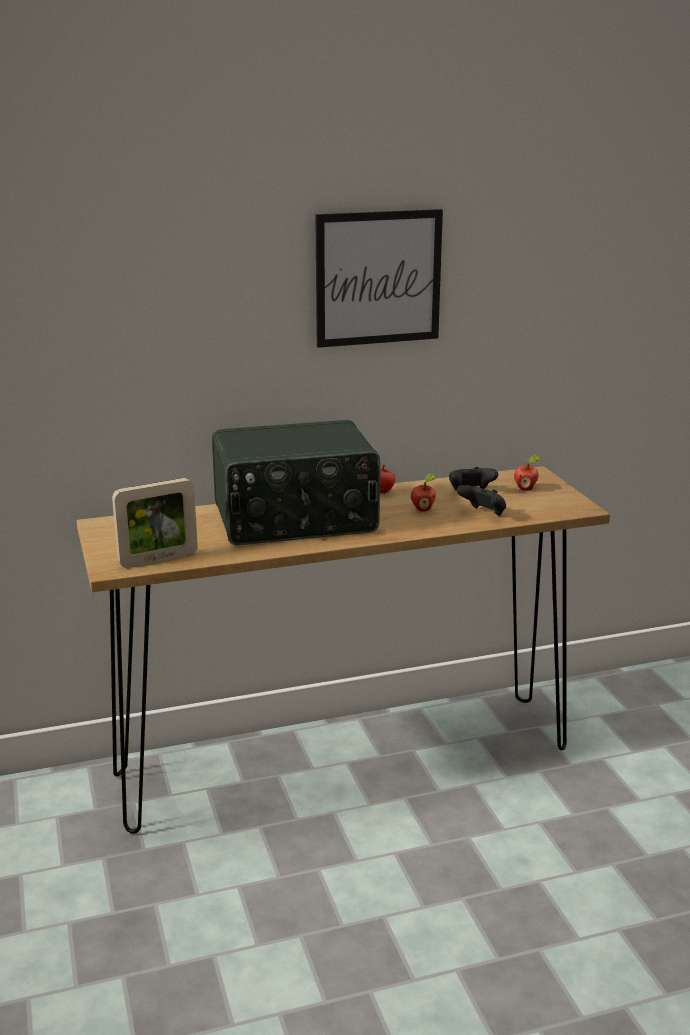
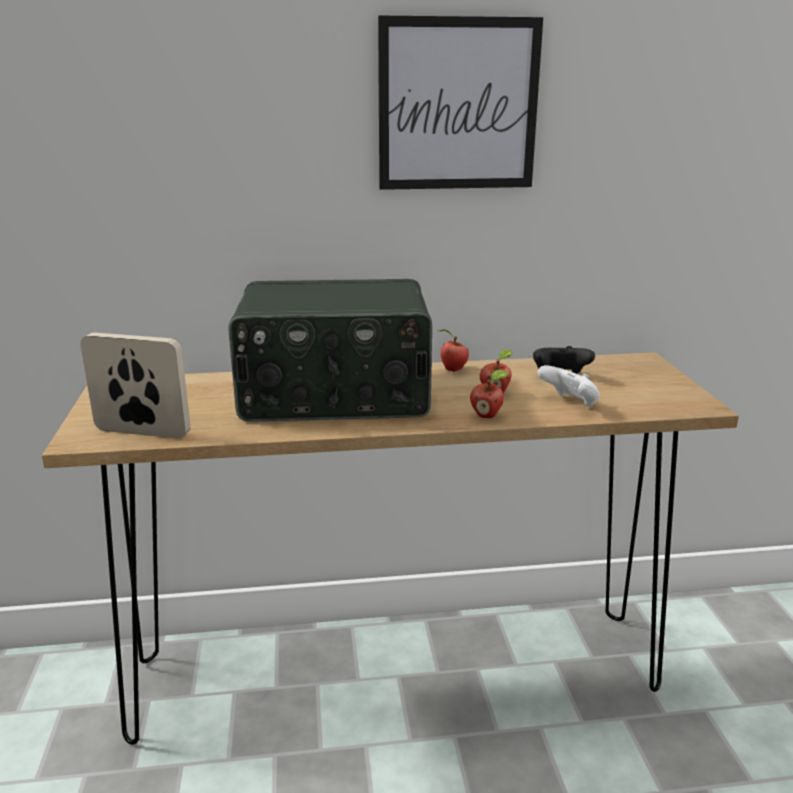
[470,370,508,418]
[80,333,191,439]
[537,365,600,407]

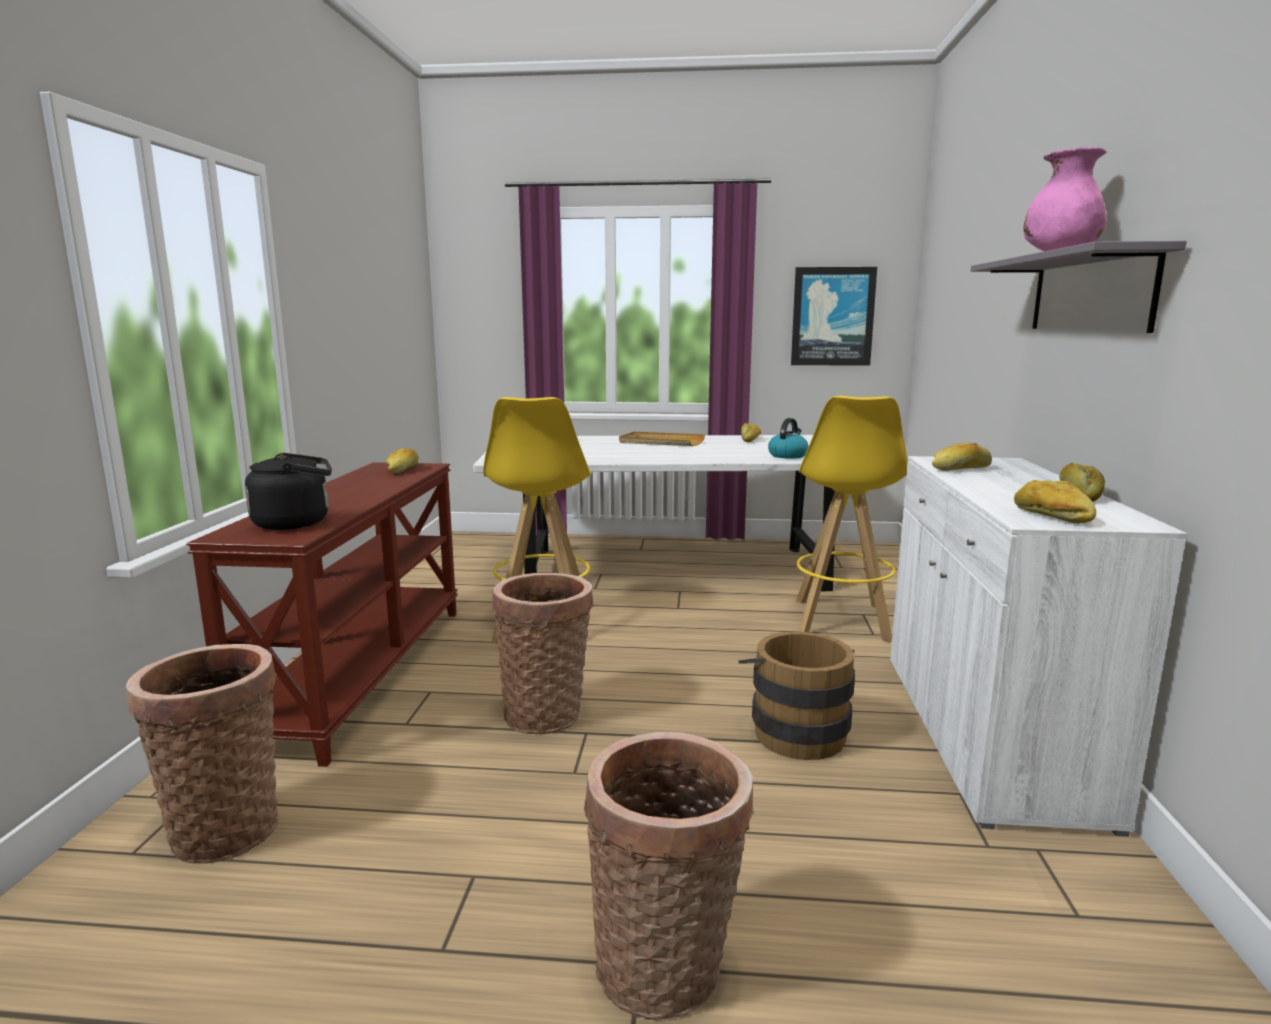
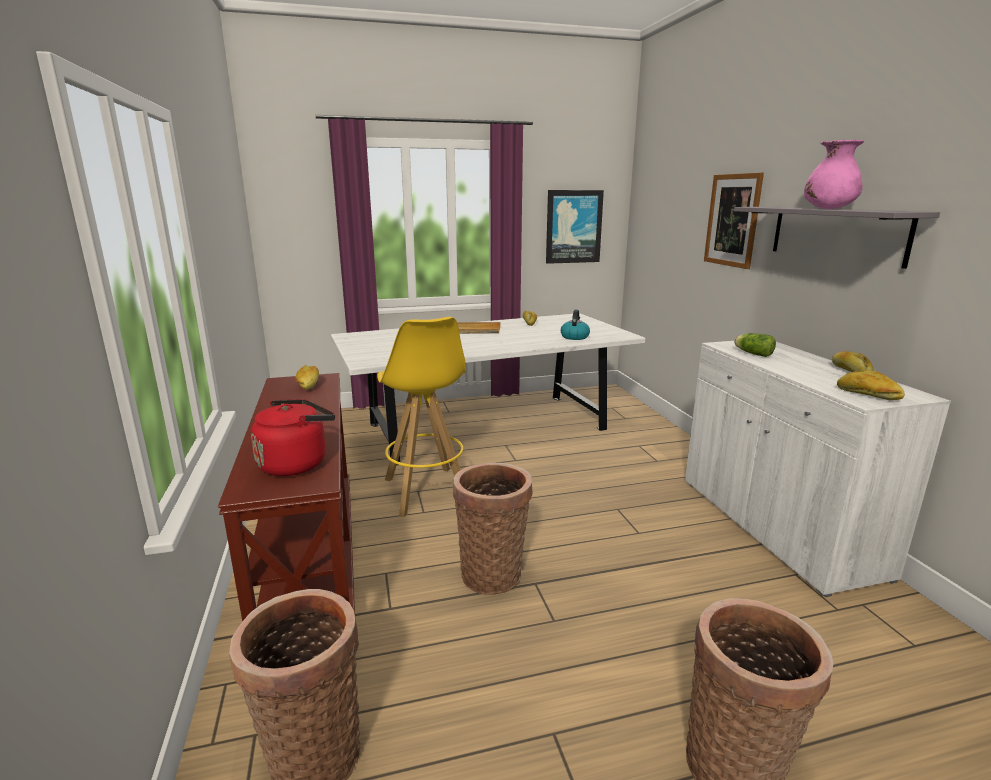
[796,396,907,643] (first image)
[734,333,776,357]
[251,399,335,476]
[739,632,855,760] (first image)
[704,173,764,269]

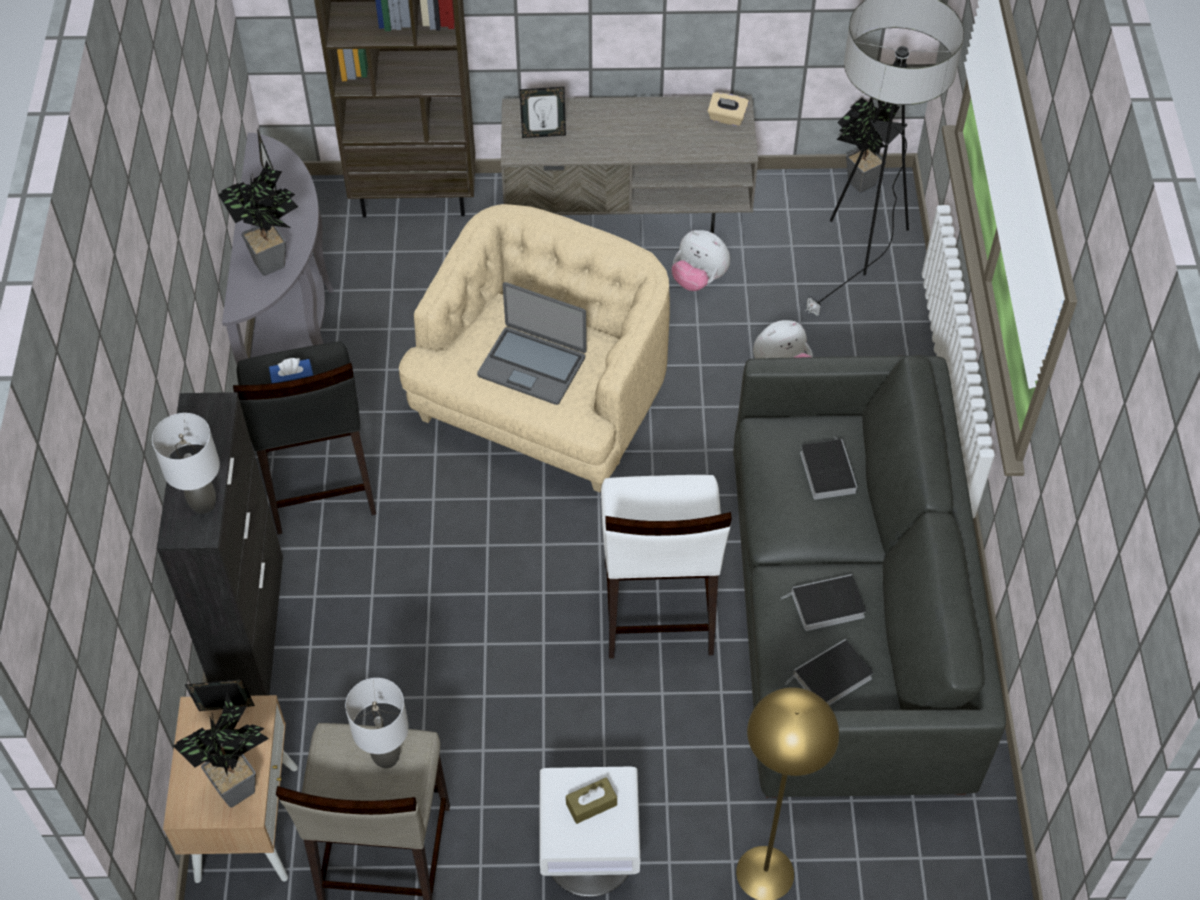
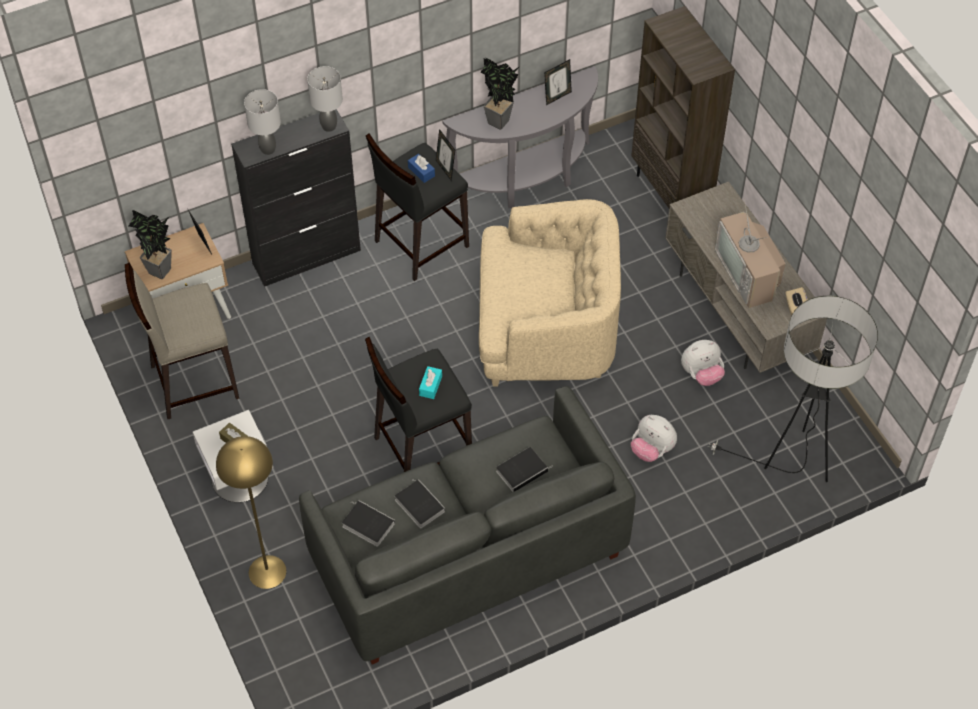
[436,129,455,181]
[836,98,900,193] (first image)
[681,340,725,386]
[477,282,587,405] (first image)
[365,337,472,472]
[307,66,343,132]
[715,198,786,308]
[419,366,442,399]

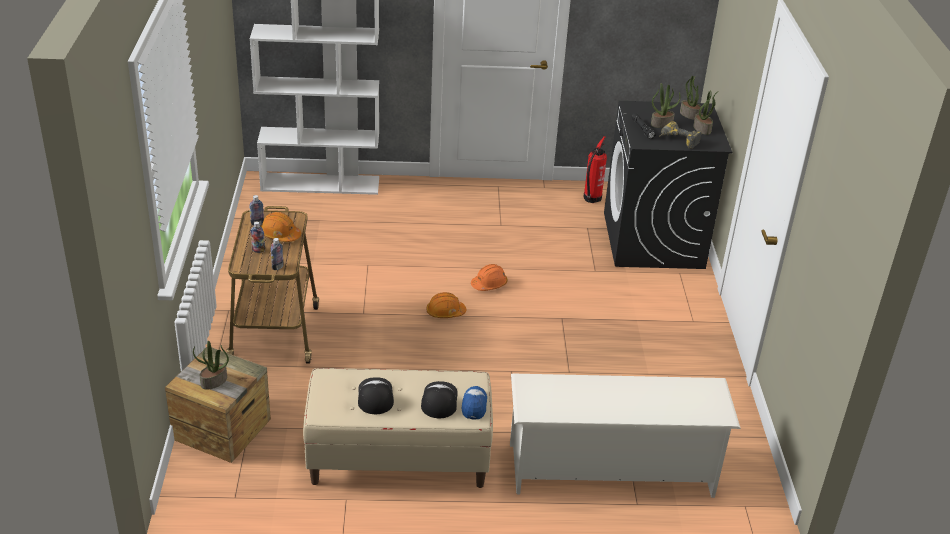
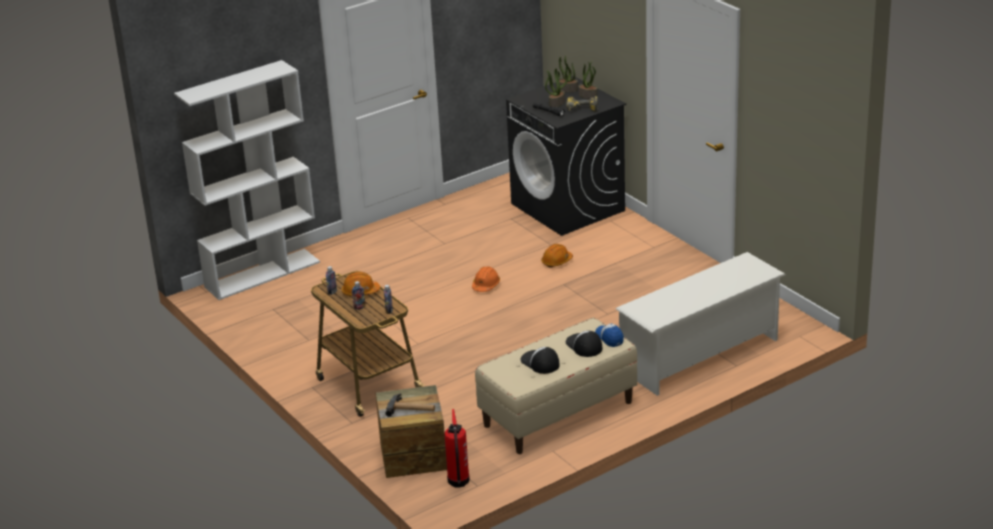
[444,409,470,488]
[541,244,573,268]
[386,393,435,417]

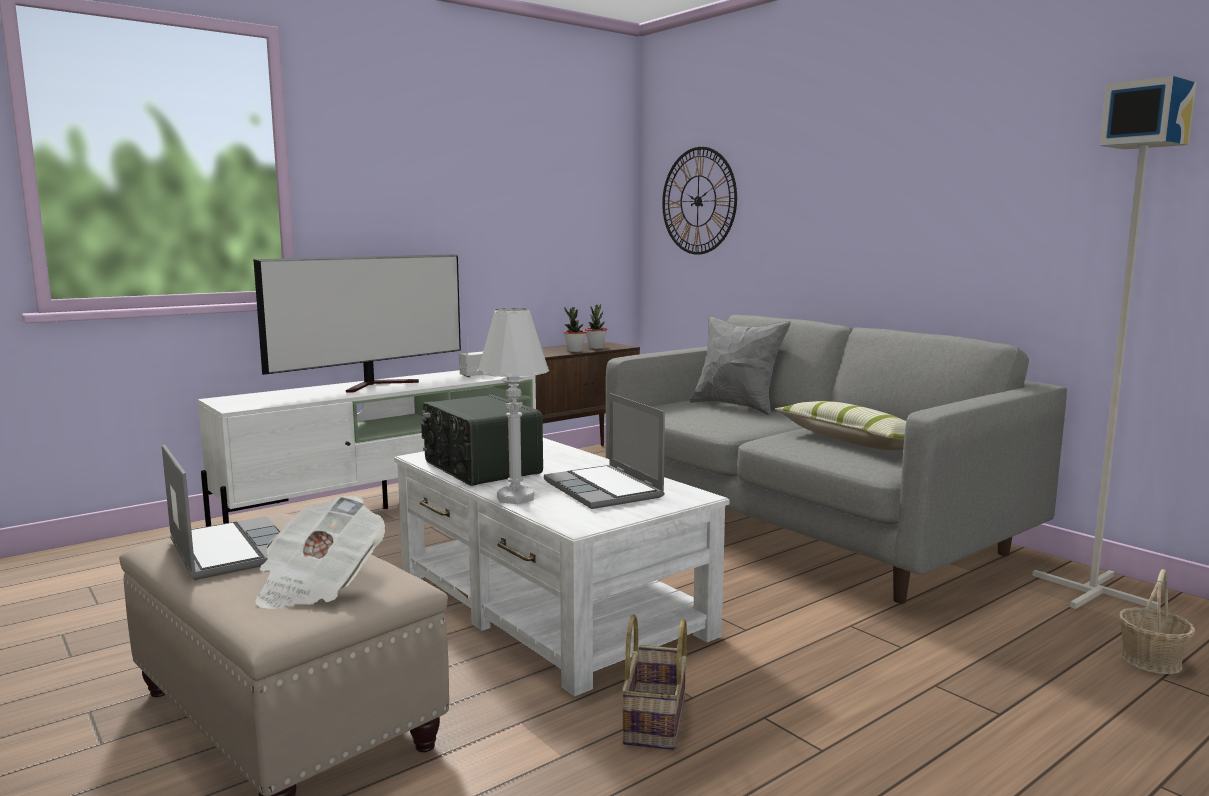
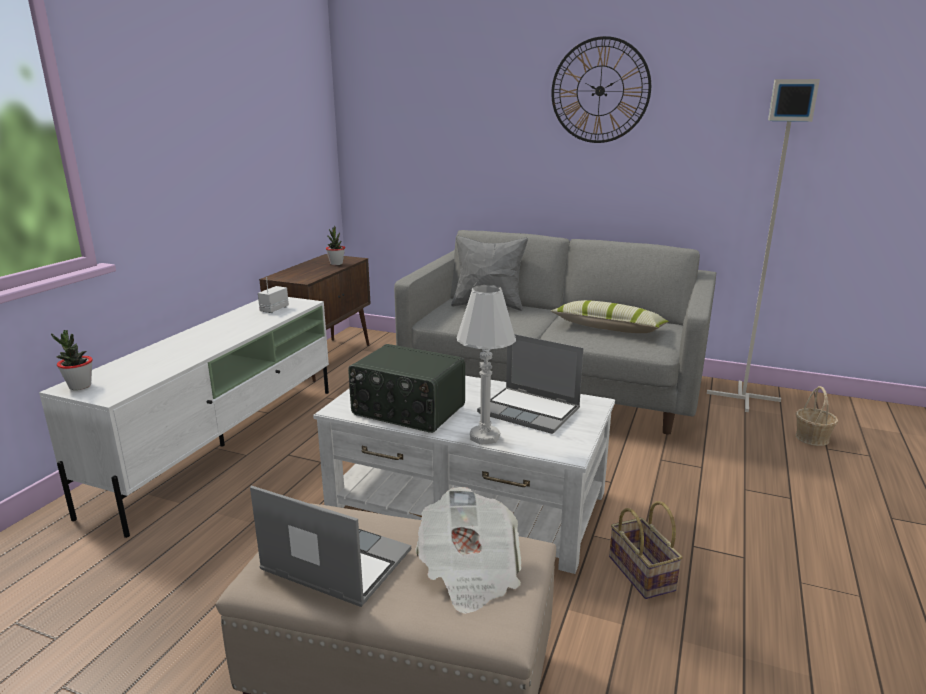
[551,36,651,143]
[253,254,461,392] (first image)
[51,330,93,390]

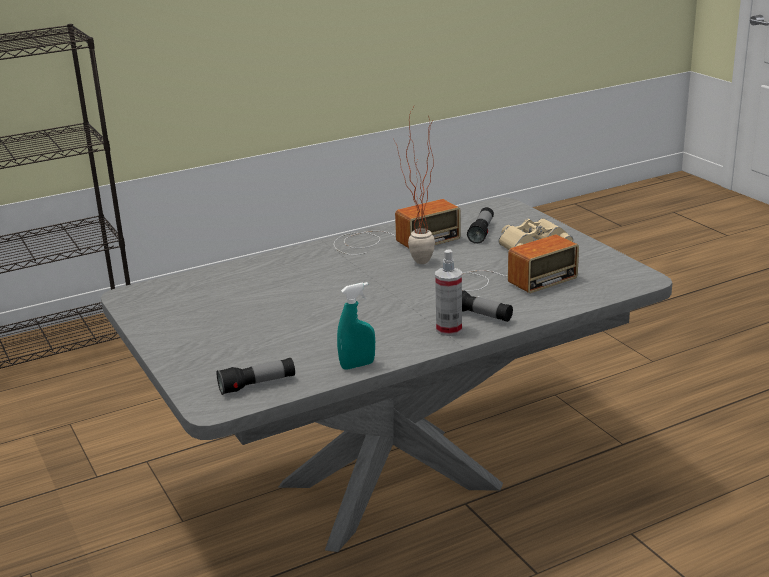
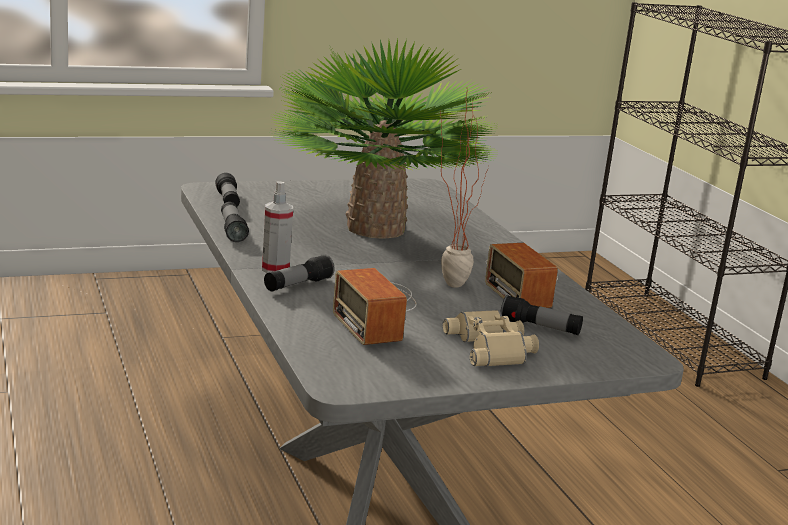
[221,202,249,242]
[269,39,501,239]

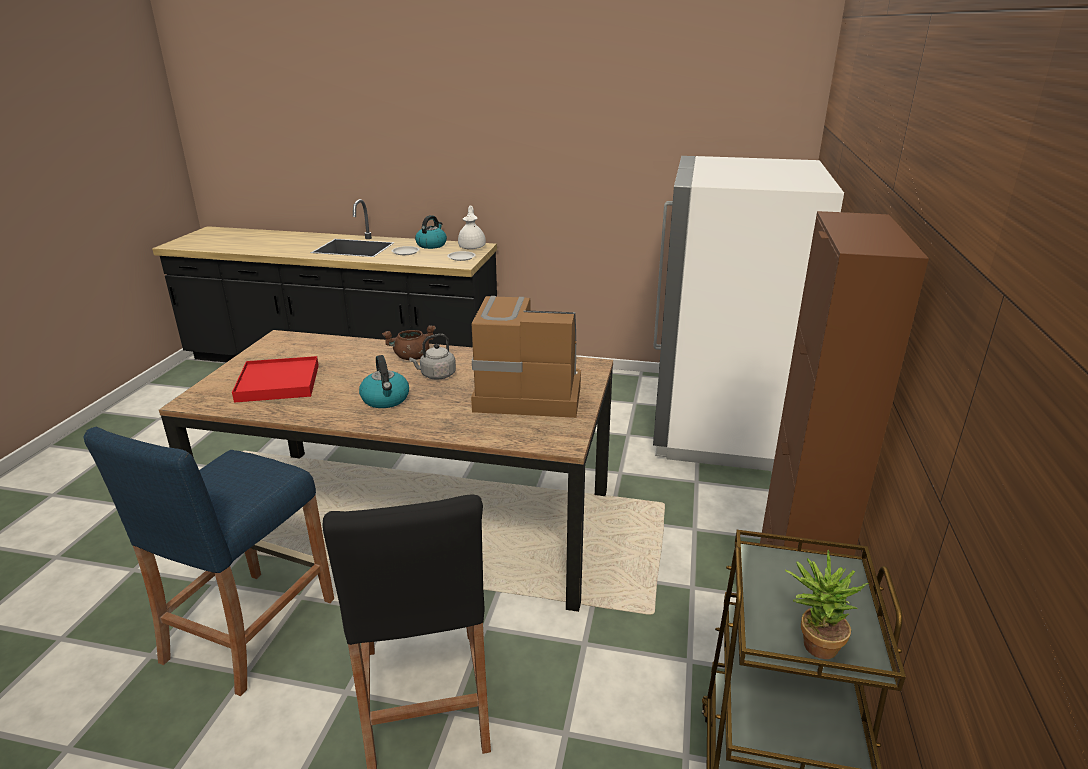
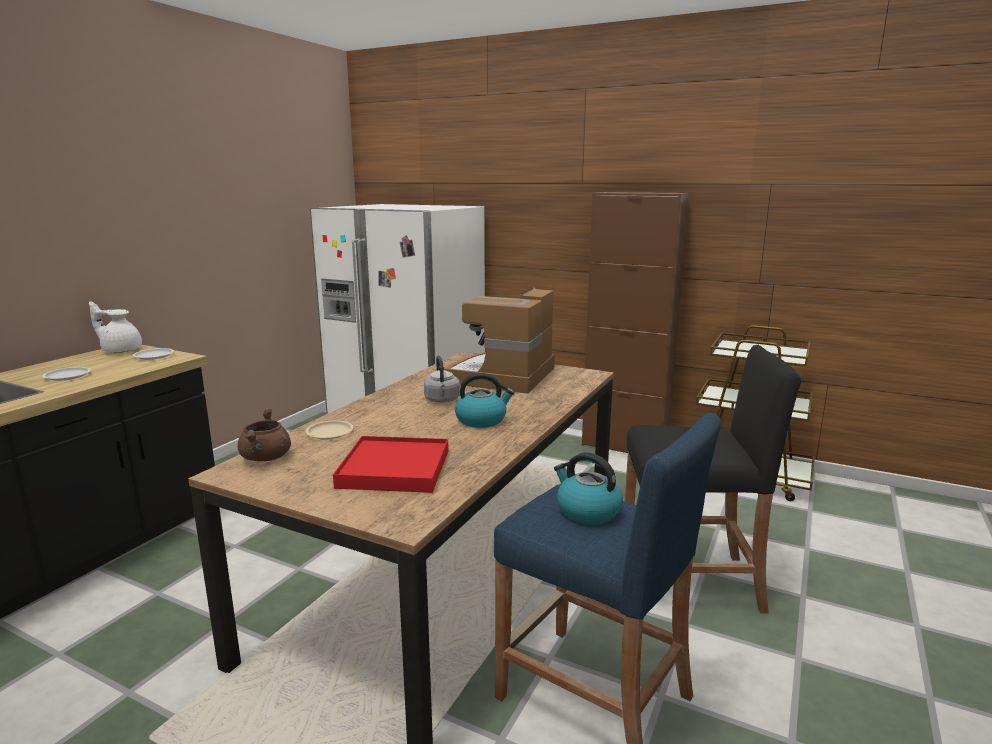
[554,452,623,524]
[238,408,291,461]
[785,550,869,659] (first image)
[306,420,353,439]

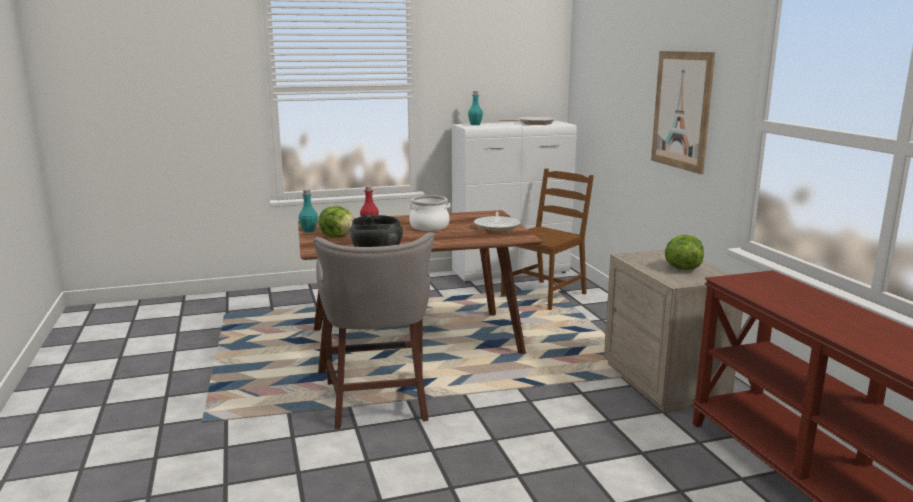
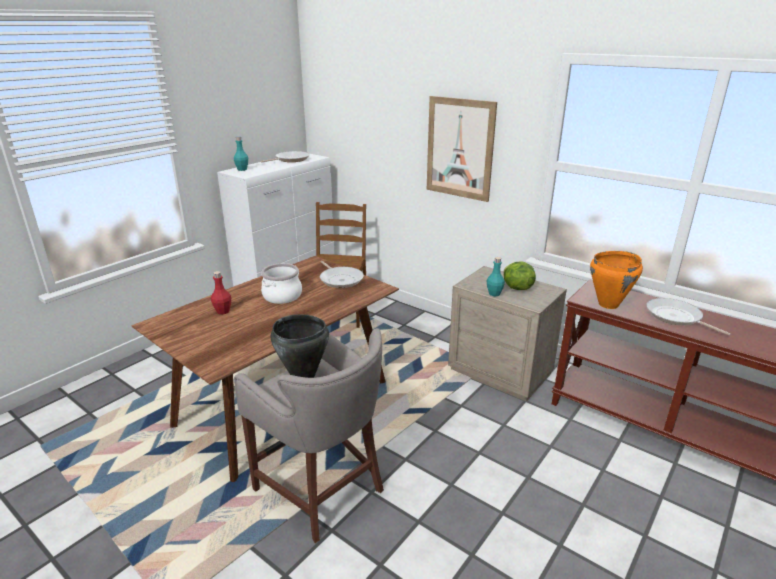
[487,257,505,297]
[318,206,354,238] (first image)
[590,251,643,309]
[646,298,731,336]

